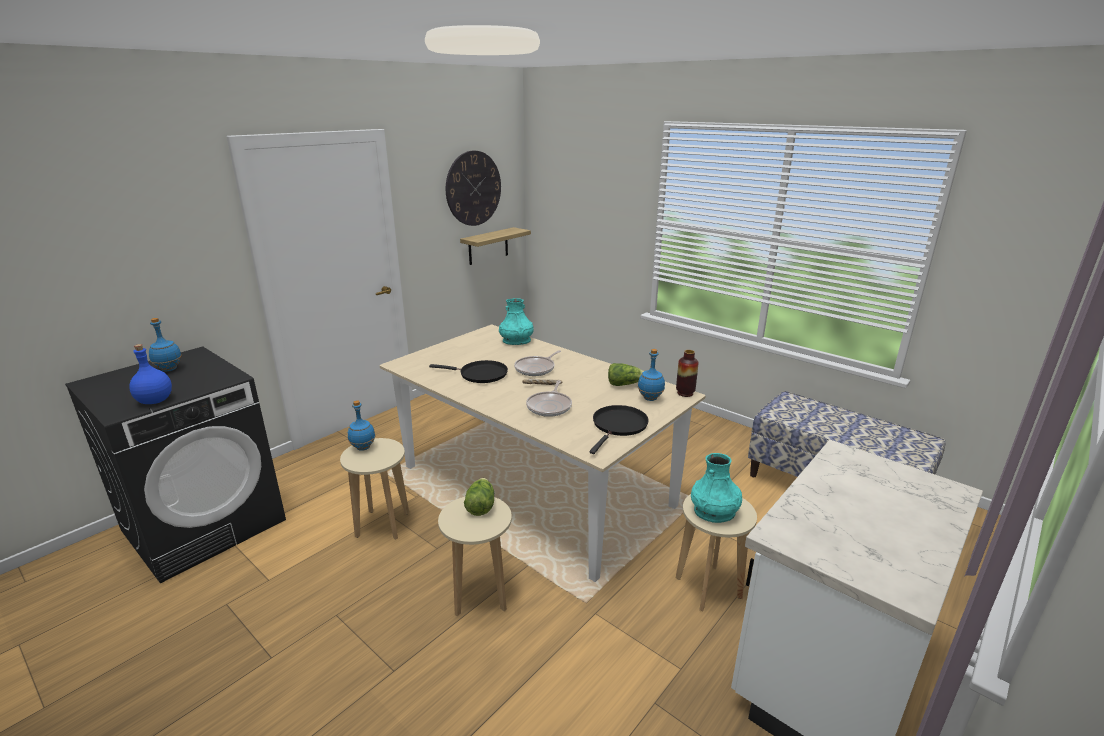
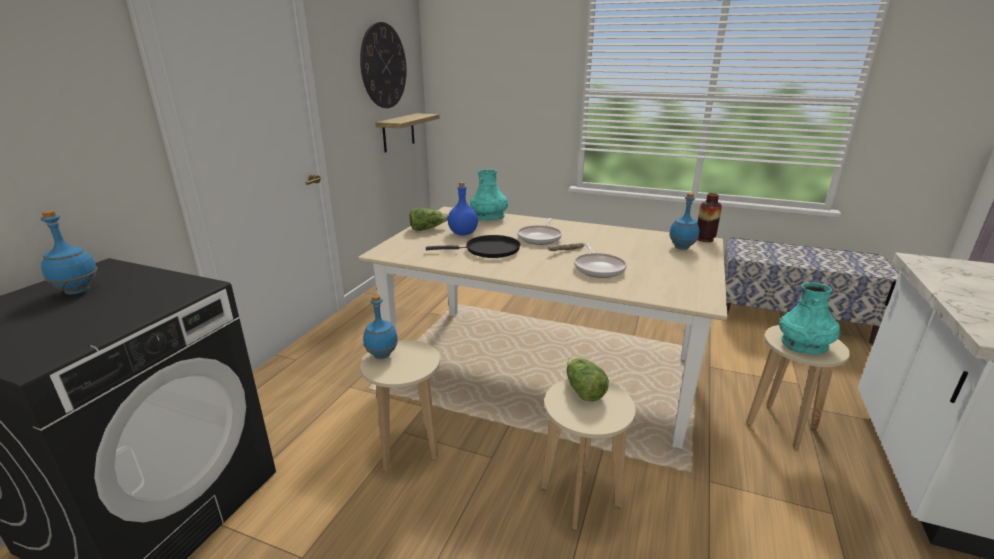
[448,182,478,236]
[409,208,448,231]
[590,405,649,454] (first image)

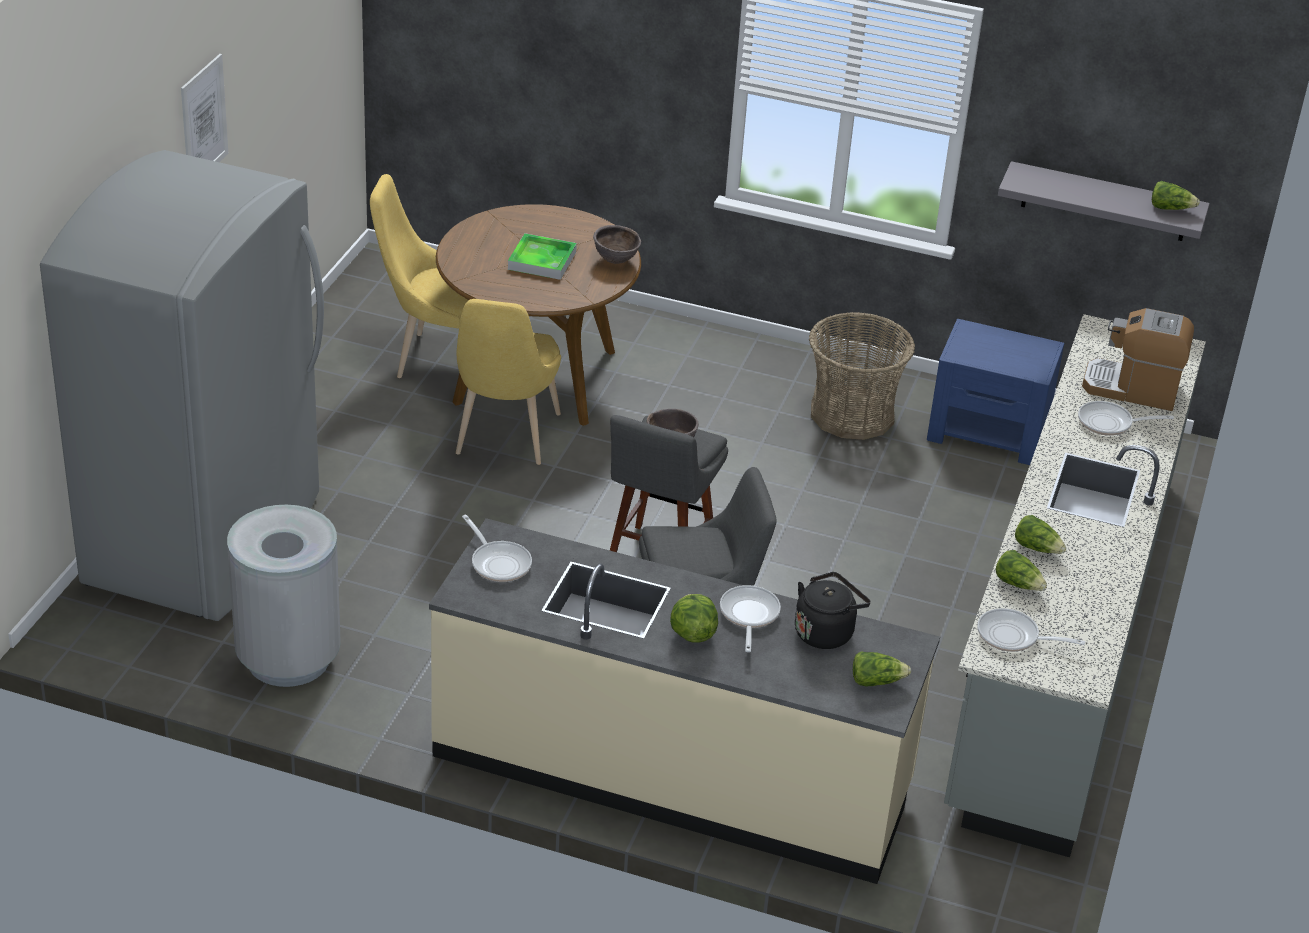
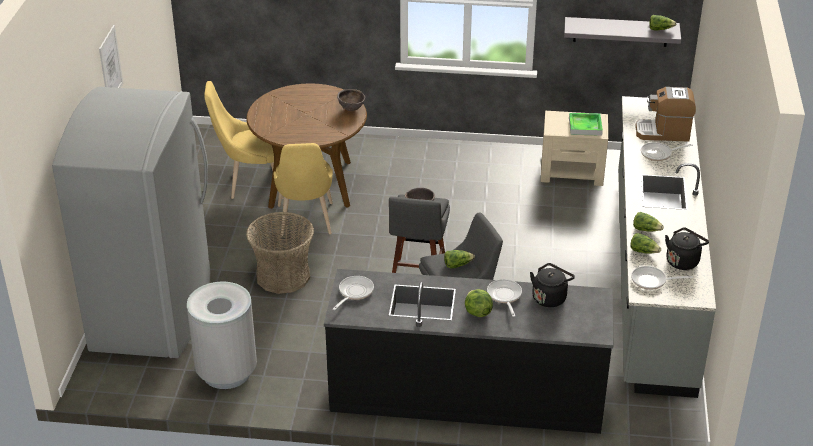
[569,113,603,136]
[246,212,314,294]
[541,111,608,186]
[333,276,374,310]
[324,269,614,434]
[444,250,475,268]
[665,227,709,270]

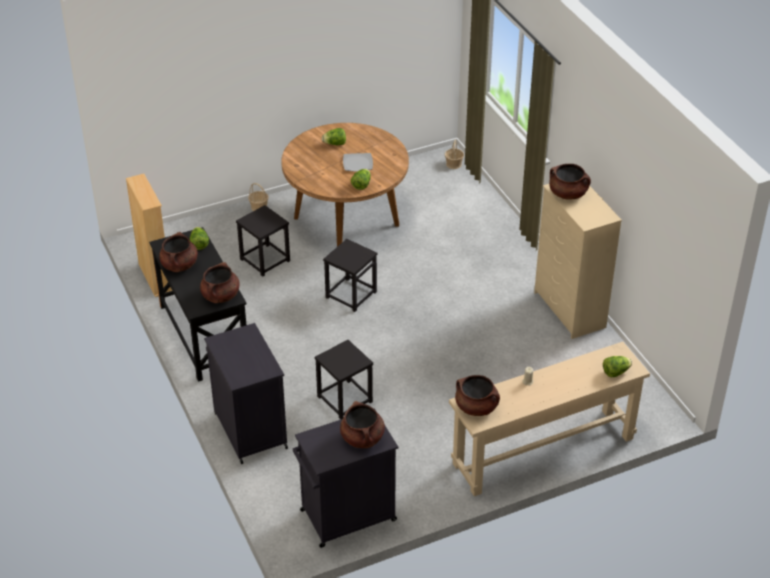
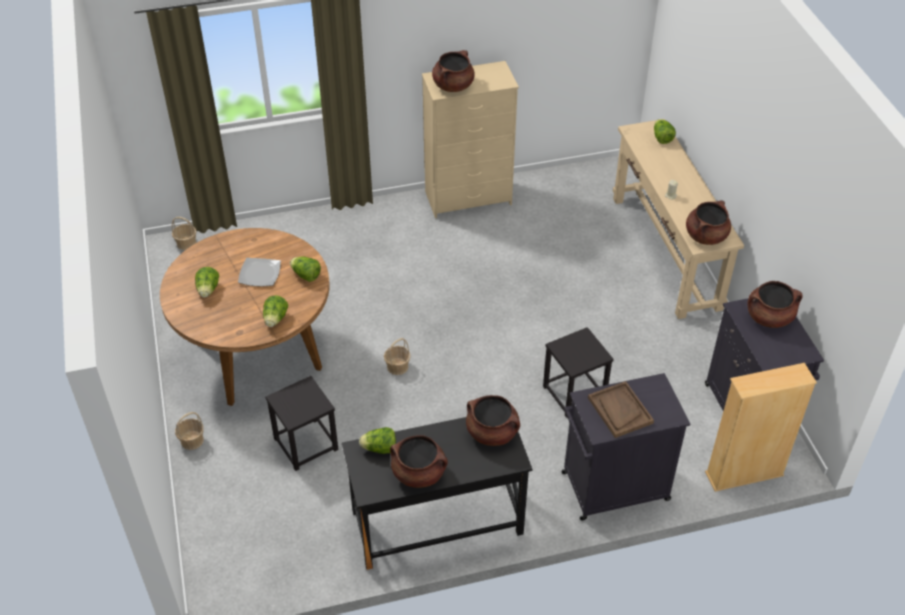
[705,363,817,492]
[384,338,411,375]
[263,296,288,327]
[588,381,654,438]

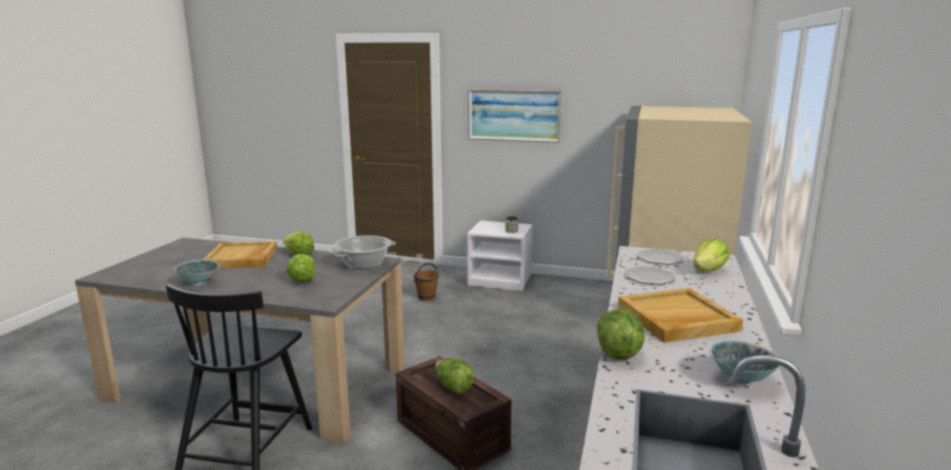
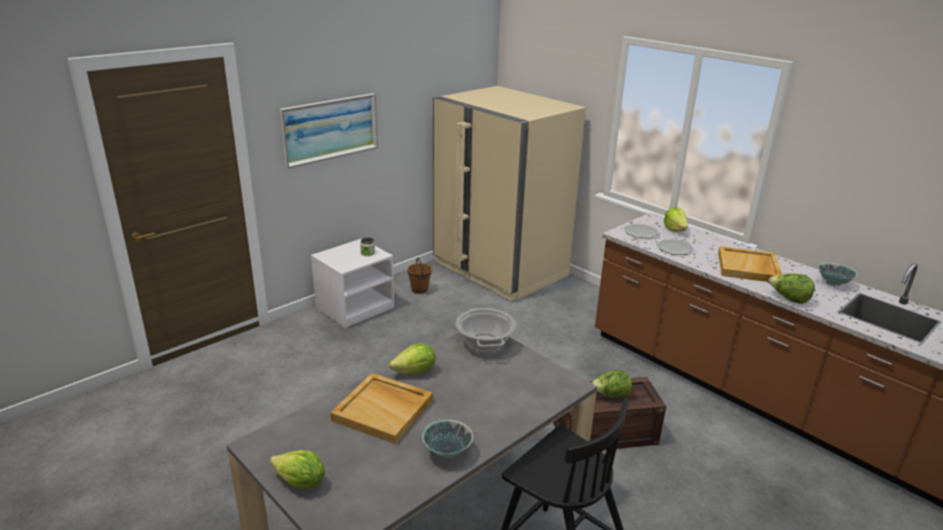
[270,450,325,489]
[407,258,432,294]

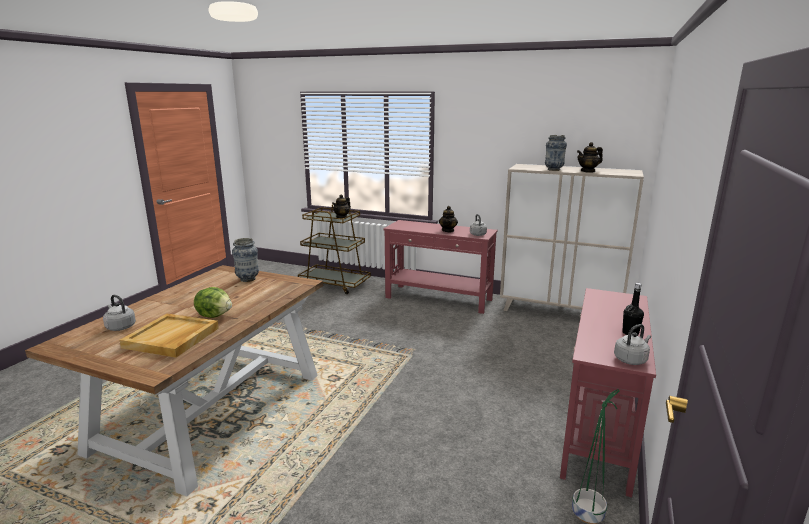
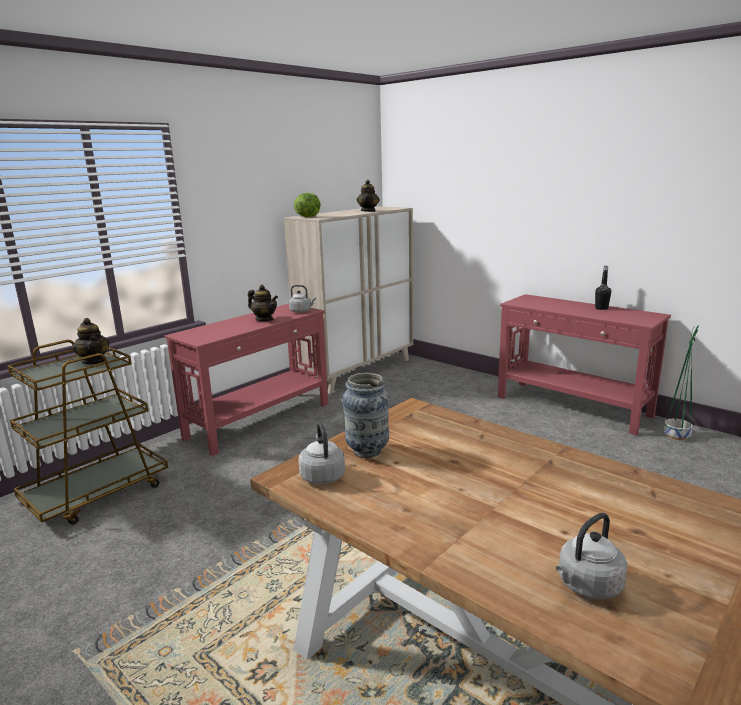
[545,135,567,171] (first image)
[294,193,321,217]
[119,314,219,358] (first image)
[299,422,345,485]

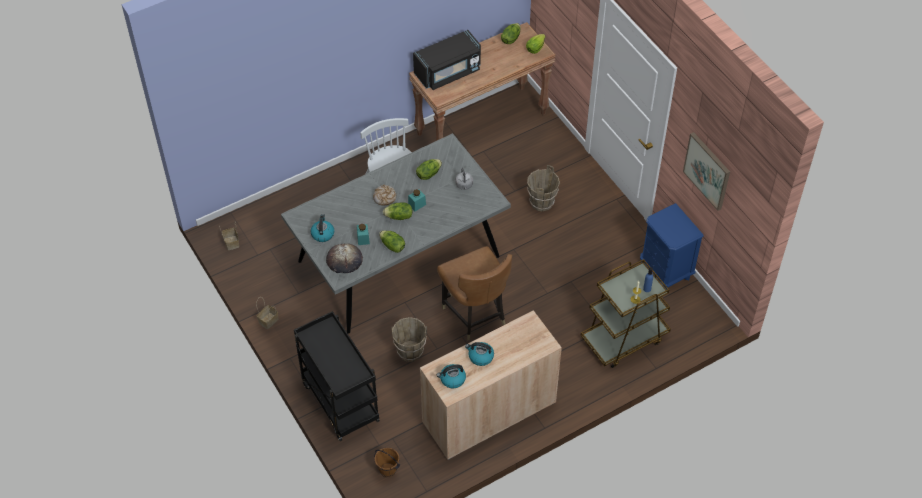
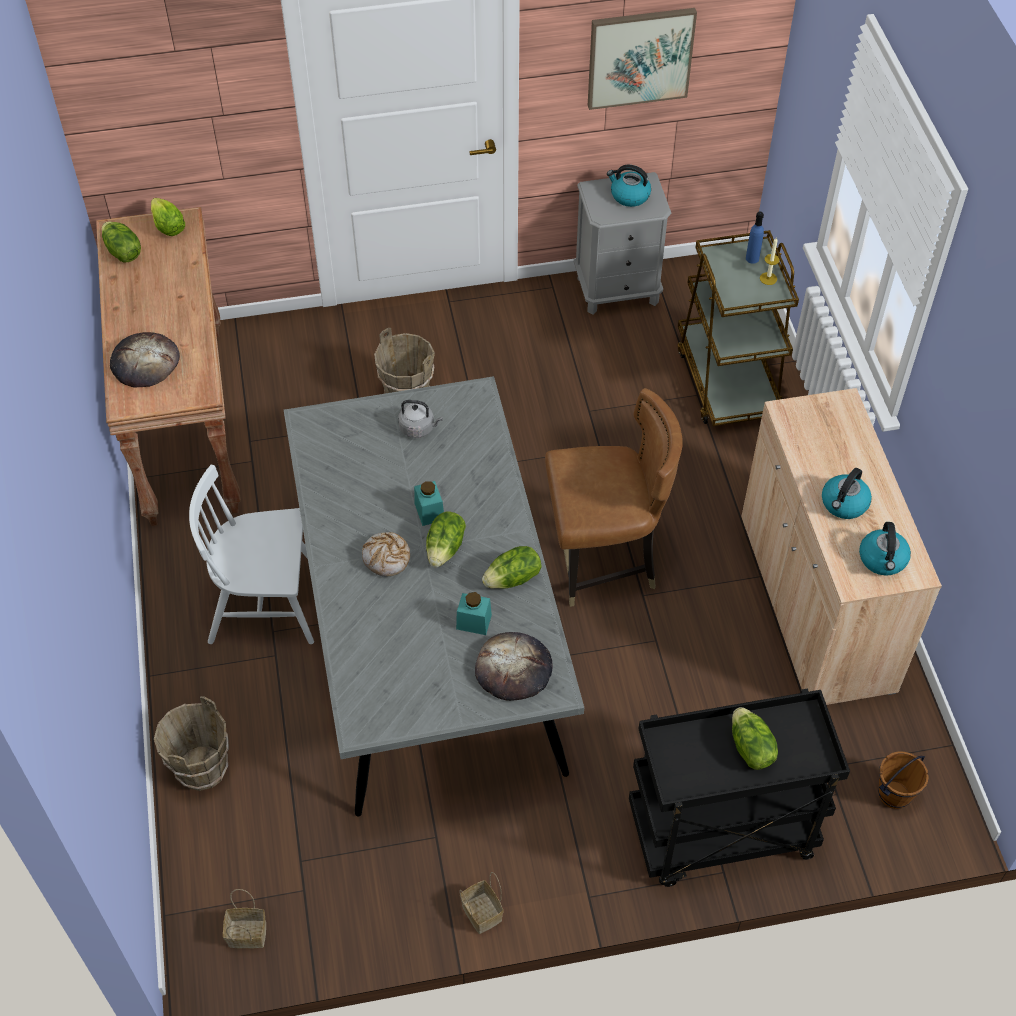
[110,332,180,388]
[732,707,778,770]
[574,172,671,315]
[607,165,651,207]
[154,696,229,791]

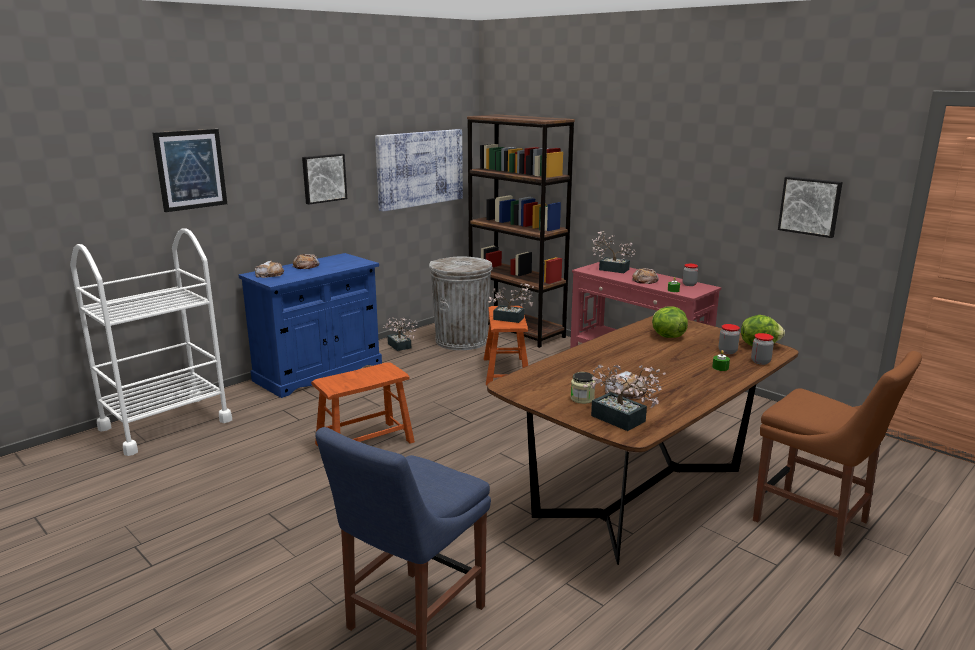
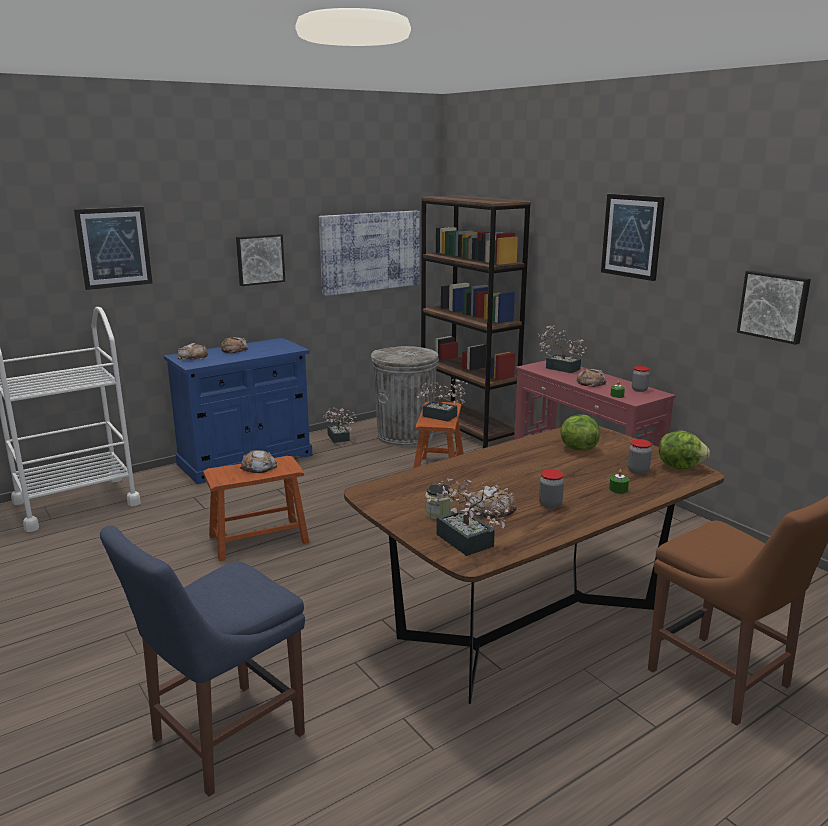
[539,469,564,509]
[601,194,665,281]
[240,450,277,473]

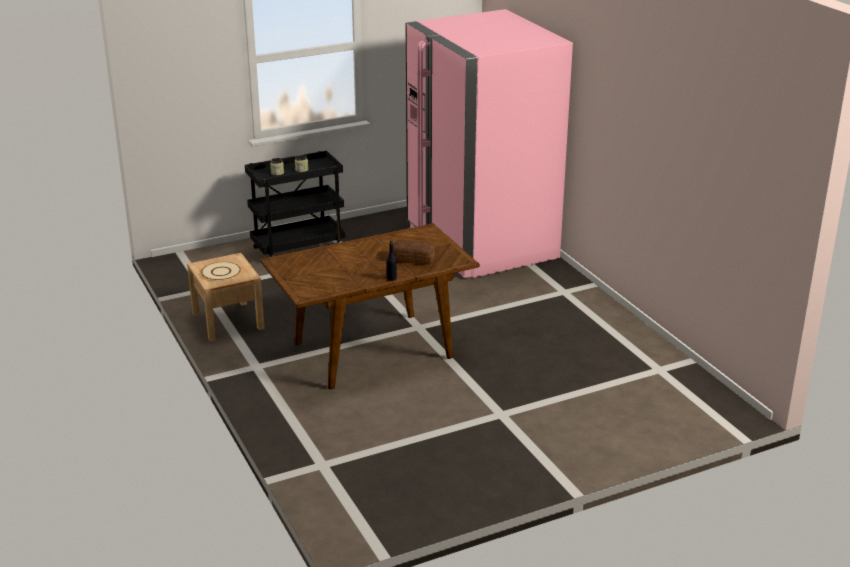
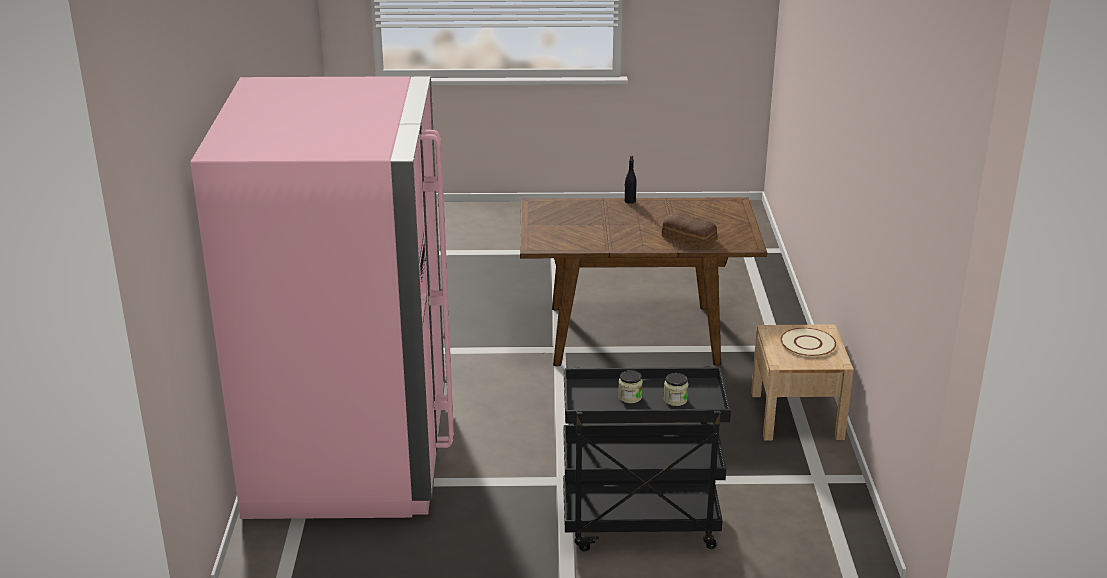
[662,212,717,249]

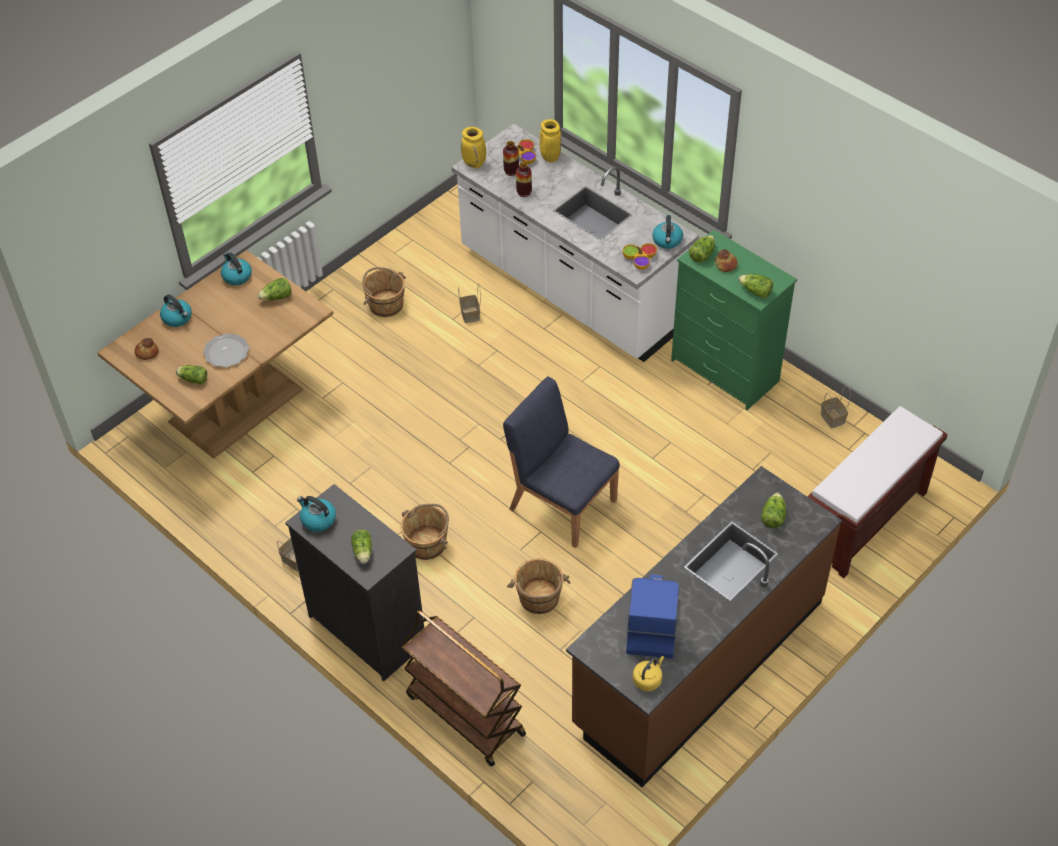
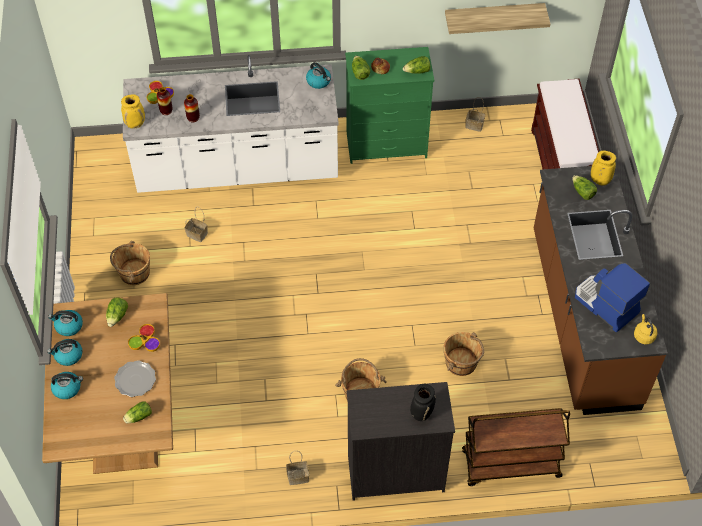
[591,151,616,186]
[128,324,160,352]
[134,338,159,360] (first image)
[503,376,620,548] (first image)
[47,339,82,366]
[410,384,436,421]
[445,3,551,34]

